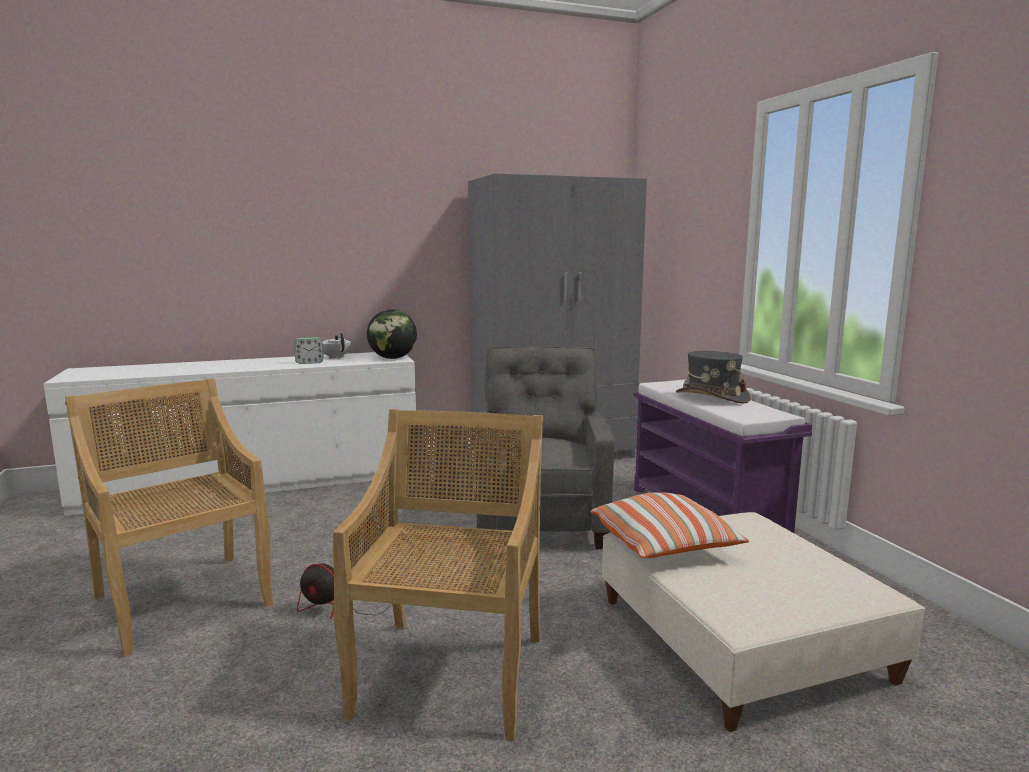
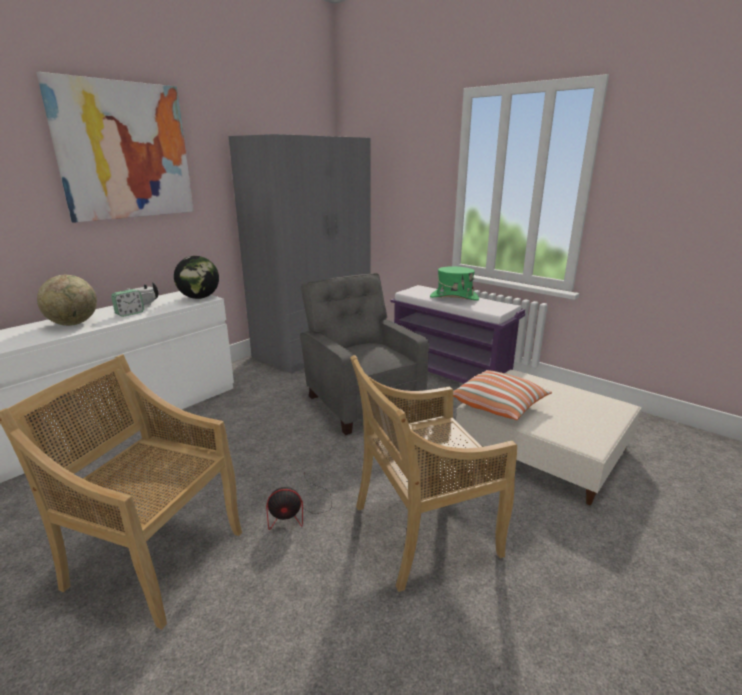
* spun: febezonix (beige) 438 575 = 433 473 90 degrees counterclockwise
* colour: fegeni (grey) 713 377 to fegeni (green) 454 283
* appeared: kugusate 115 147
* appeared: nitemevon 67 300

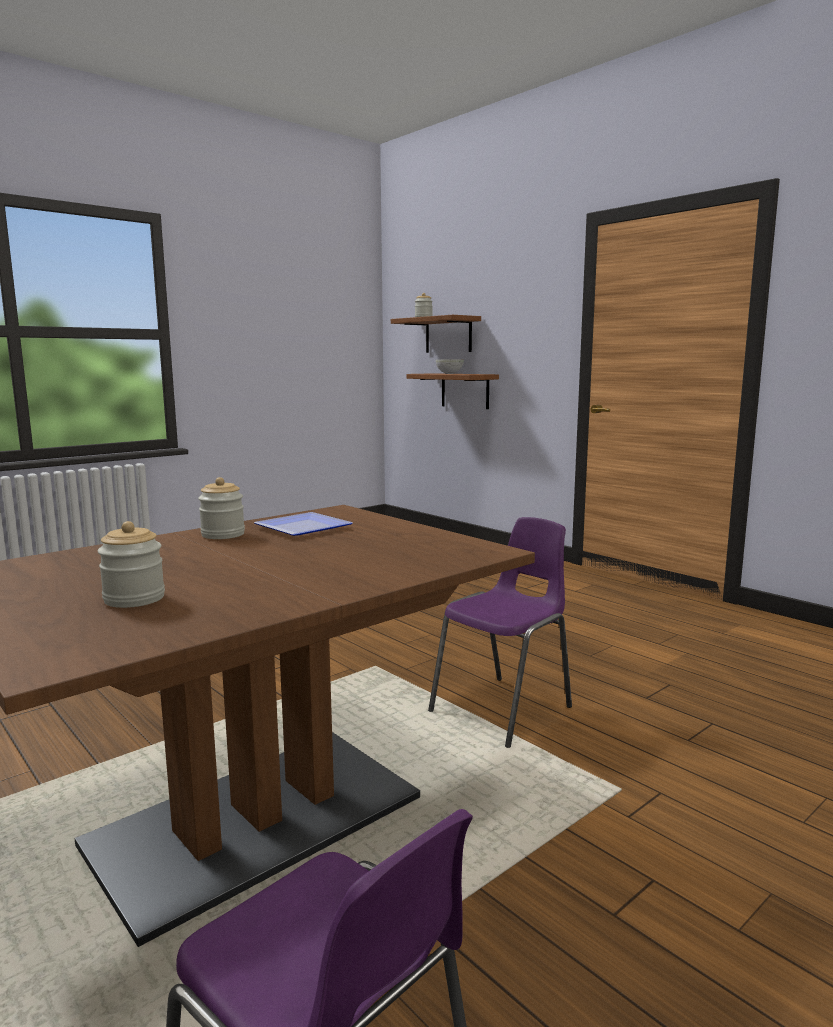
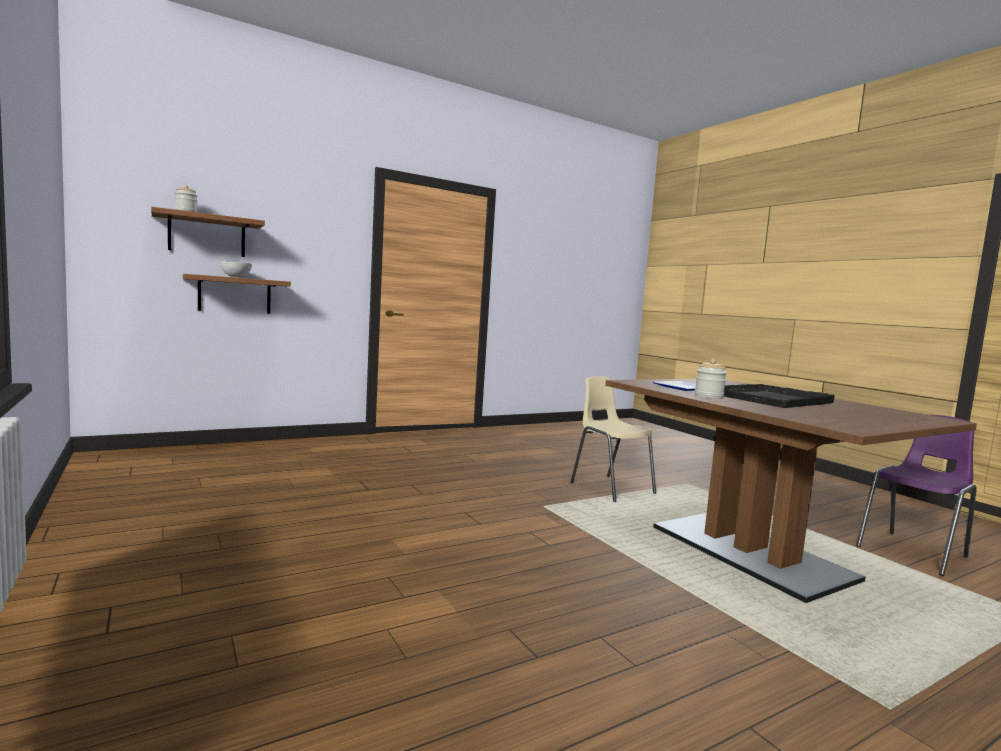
* missing: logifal 131 564
* colour: febezonix (purple) 500 632 to febezonix (beige) 613 439
* appeared: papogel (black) 779 396

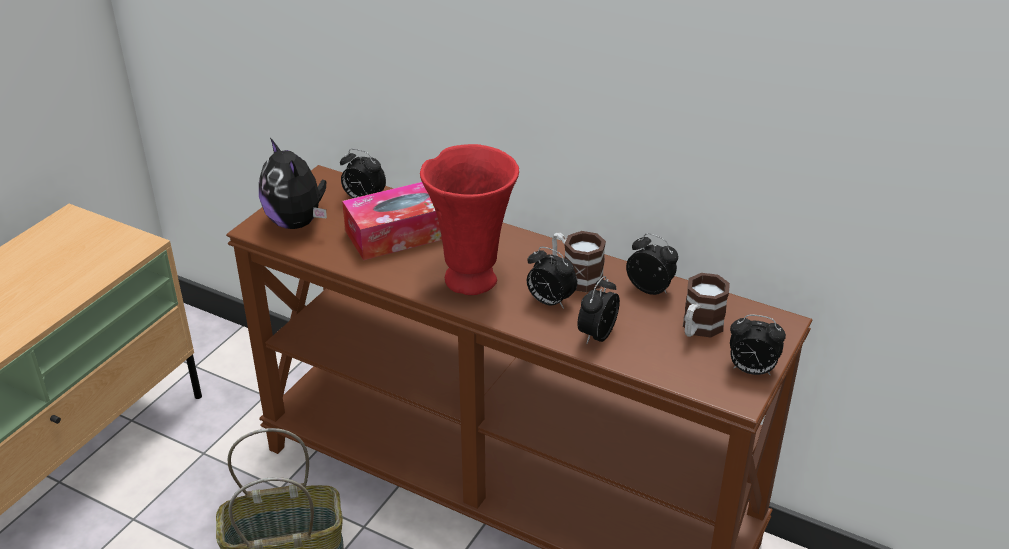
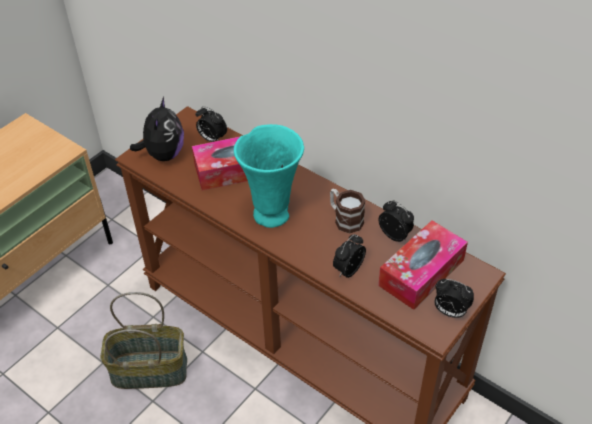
* spun: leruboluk 293 183 = 157 129 150 degrees counterclockwise
* colour: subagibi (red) 469 219 to subagibi (turquoise) 269 176
* missing: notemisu 552 278
* exchanged: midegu 706 305 to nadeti 423 265

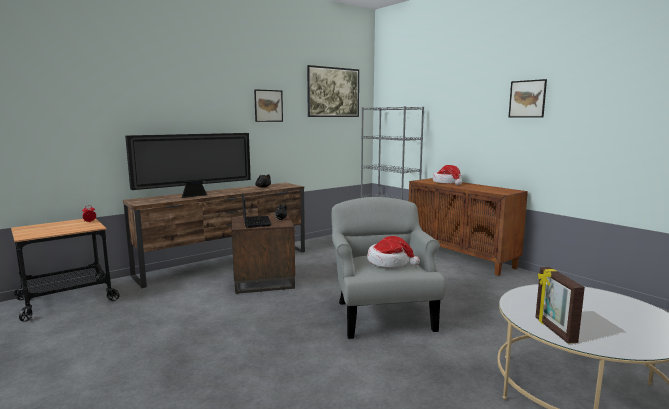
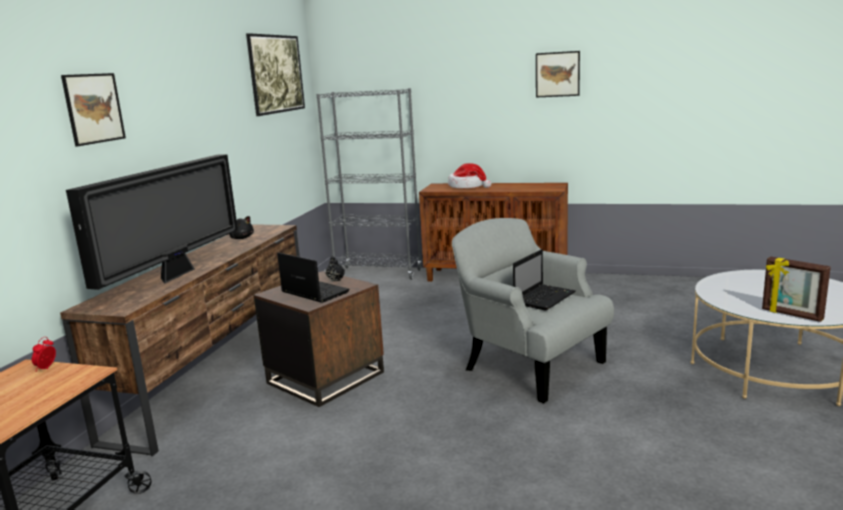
* relocated: kugusate 268 105 to 93 109
* exchanged: fegeni 393 251 to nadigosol 544 279

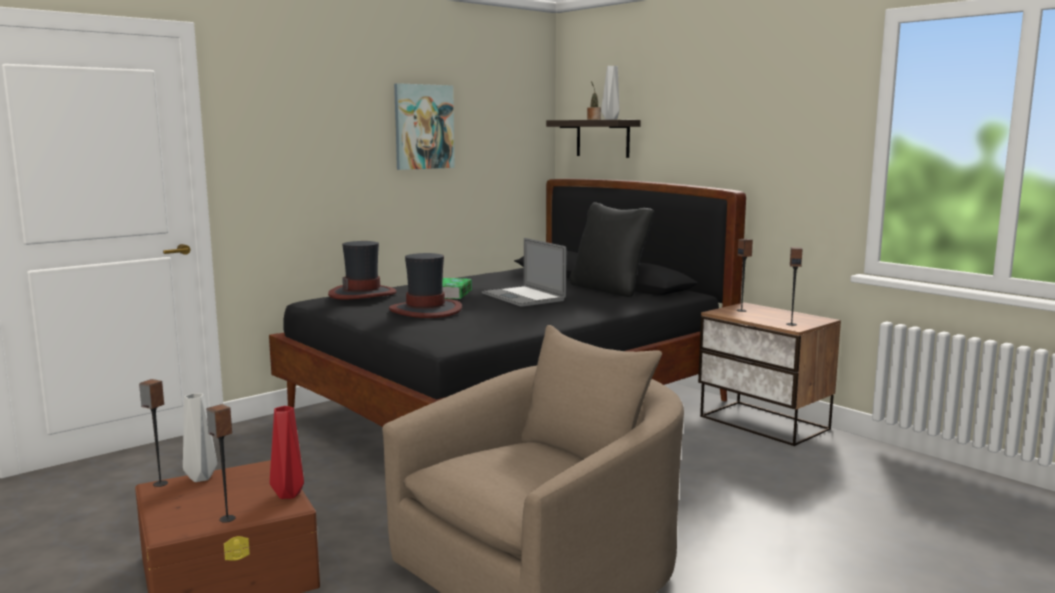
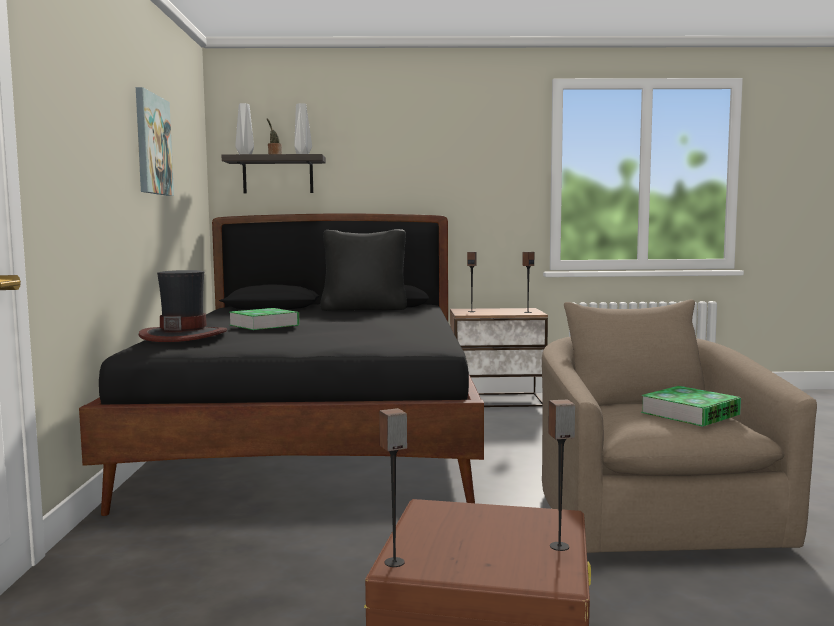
* relocated: subagibi (grey) 200 437 to 244 128
* missing: subagibi (red) 287 452
* missing: fegeni 425 285
* missing: nadigosol 524 272
* appeared: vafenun 691 406

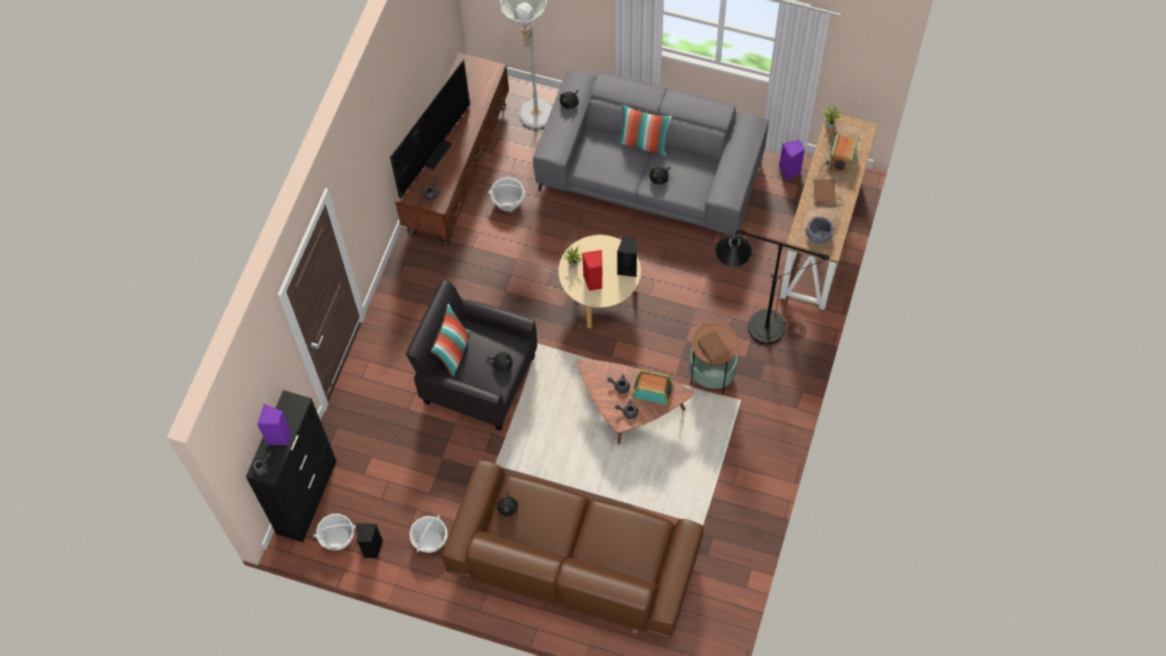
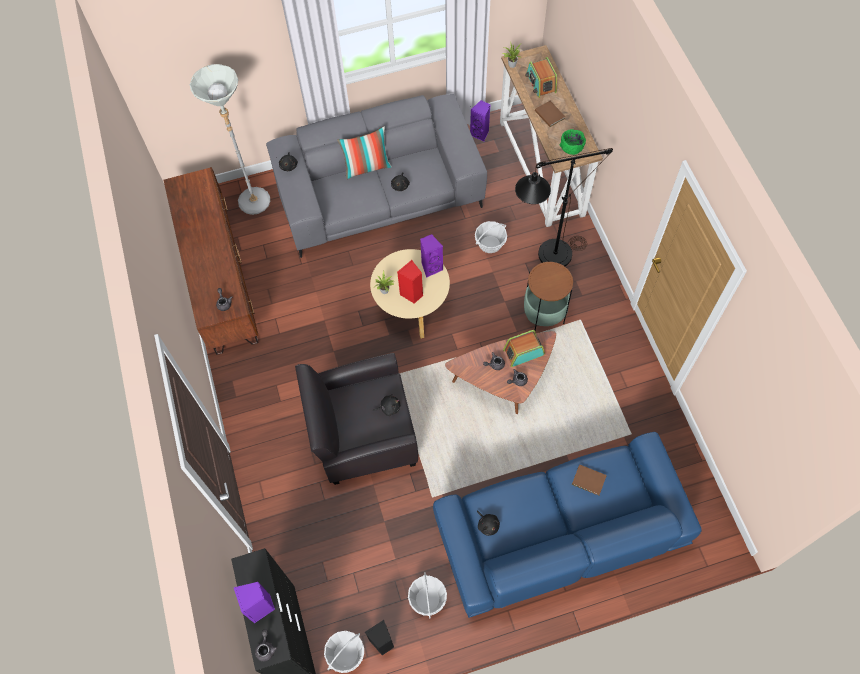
* missing: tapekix 430 129
* missing: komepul 450 340
* colour: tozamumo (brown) 573 549 to tozamumo (blue) 567 525
* relocated: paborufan 507 194 to 491 237
* colour: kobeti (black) 627 256 to kobeti (purple) 431 256
* relocated: vafenun (brown) 713 346 to 589 479
* colour: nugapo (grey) 819 230 to nugapo (green) 573 142

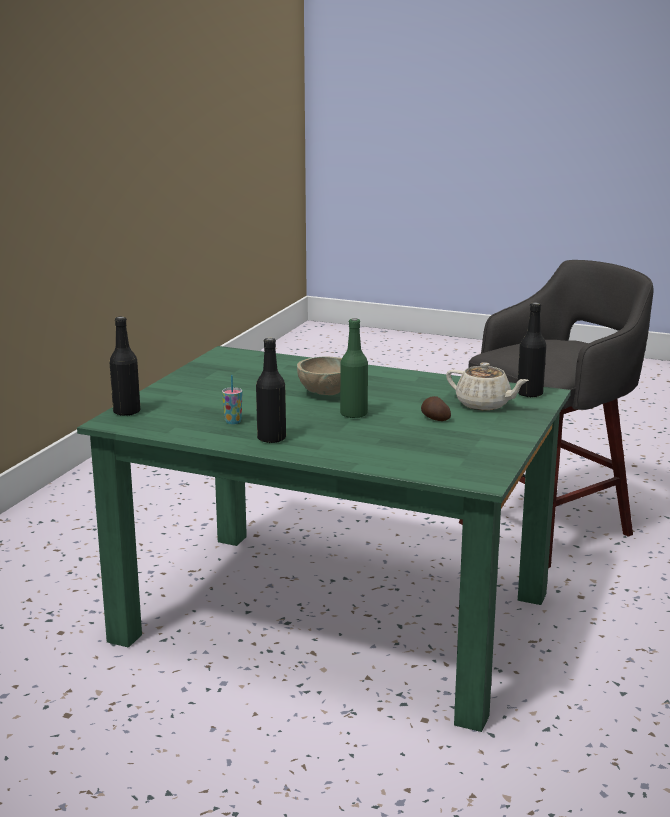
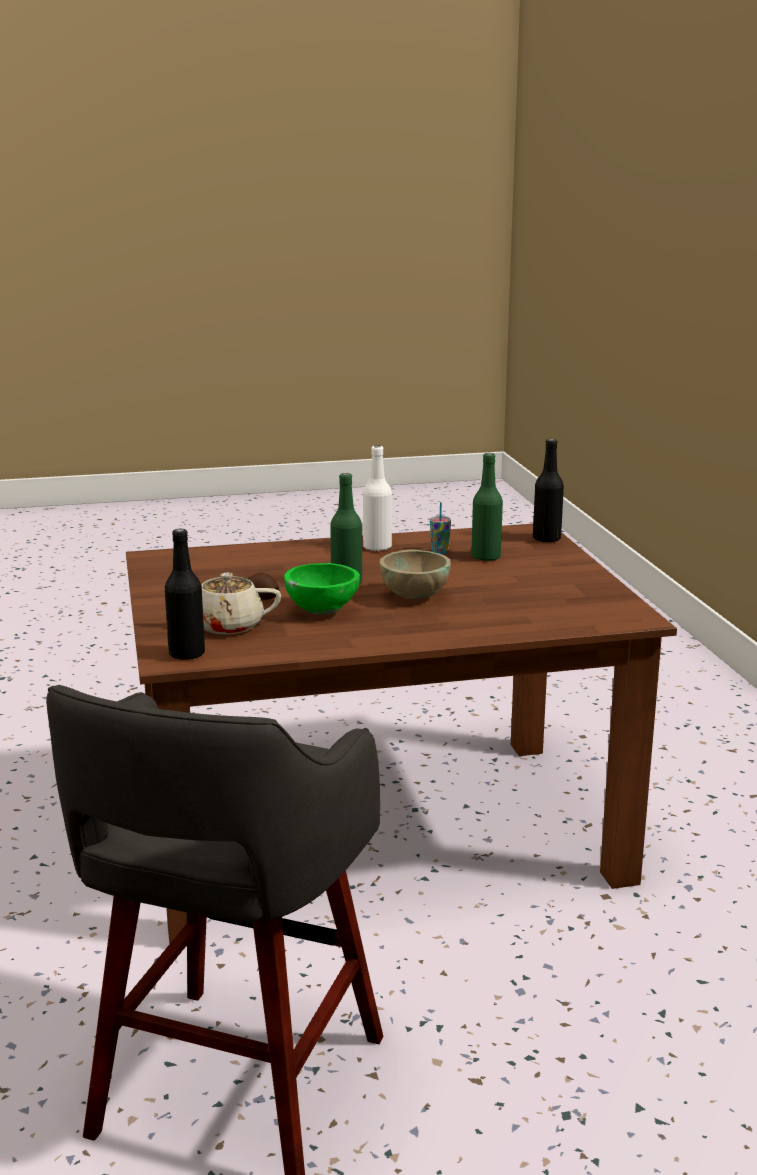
* colour: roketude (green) 324 539 to roketude (brown) 401 734
* colour: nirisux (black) 271 390 to nirisux (white) 377 498
* appeared: nugapo (green) 322 588
* appeared: nirisux (green) 487 507

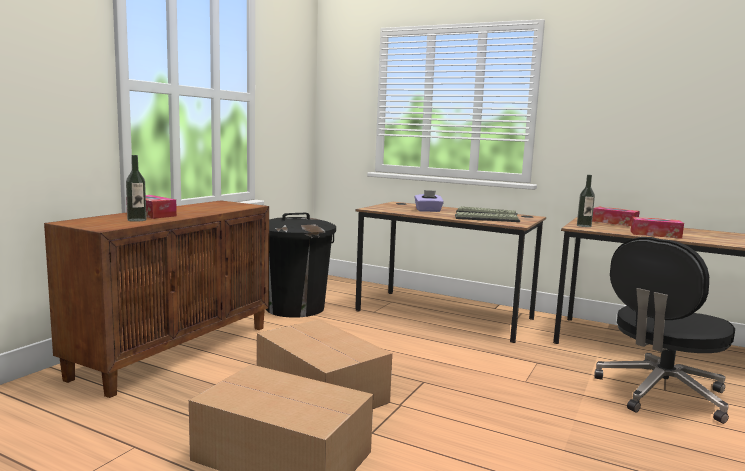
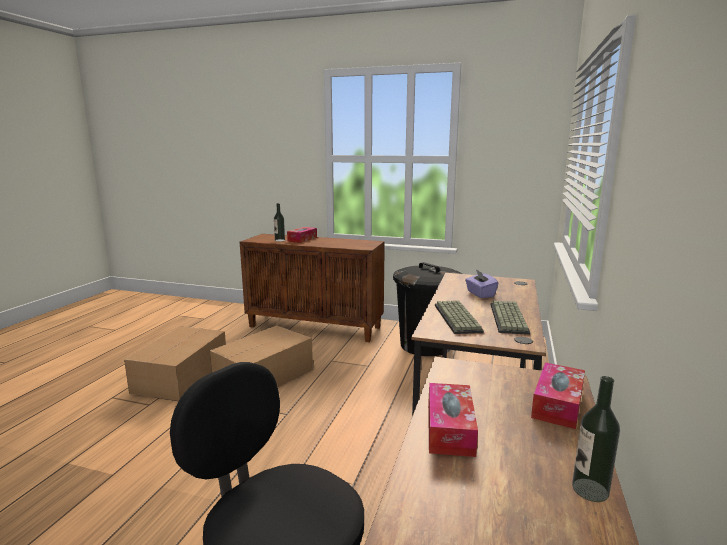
* relocated: nirisux 586 201 to 596 439

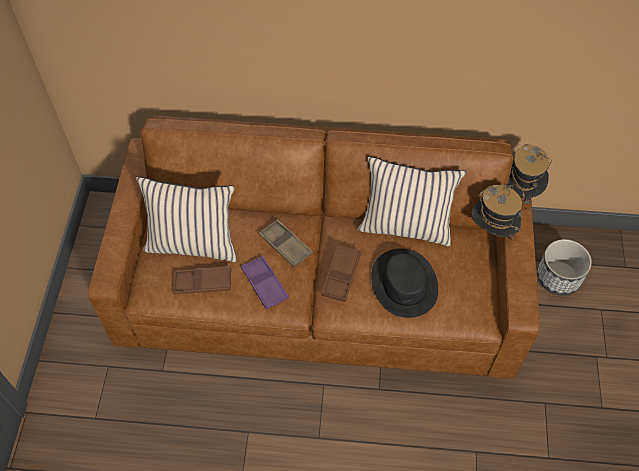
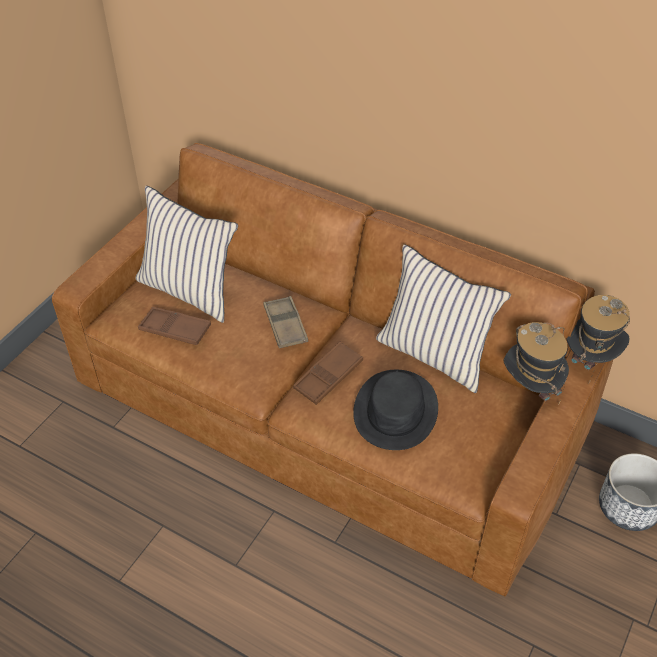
* missing: papogel (purple) 265 282

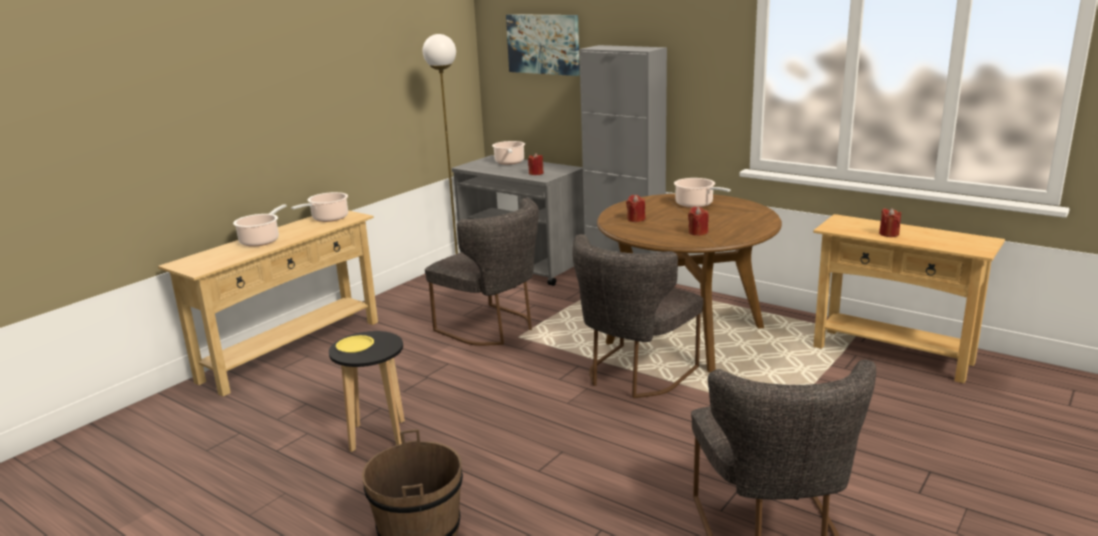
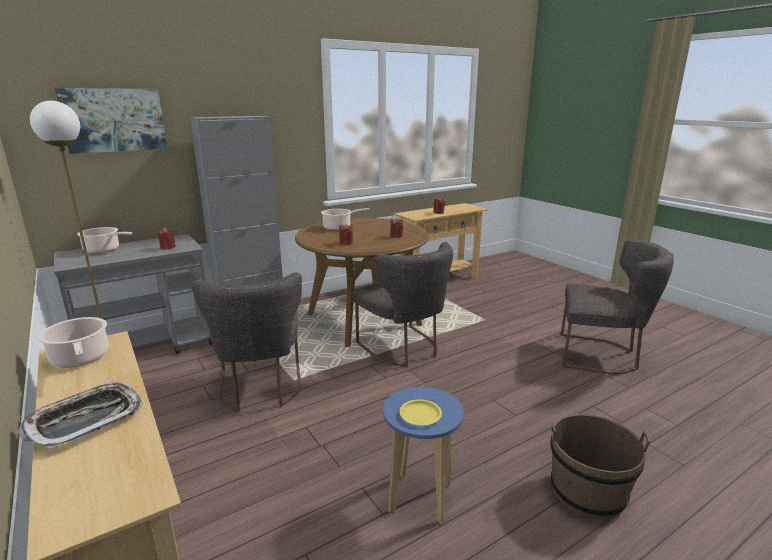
* exchanged: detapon 260 225 to papogel 80 415
* colour: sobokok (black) 367 391 to sobokok (blue) 423 455
* spun: febezonix (grey) 482 272 = 246 342 105 degrees clockwise

